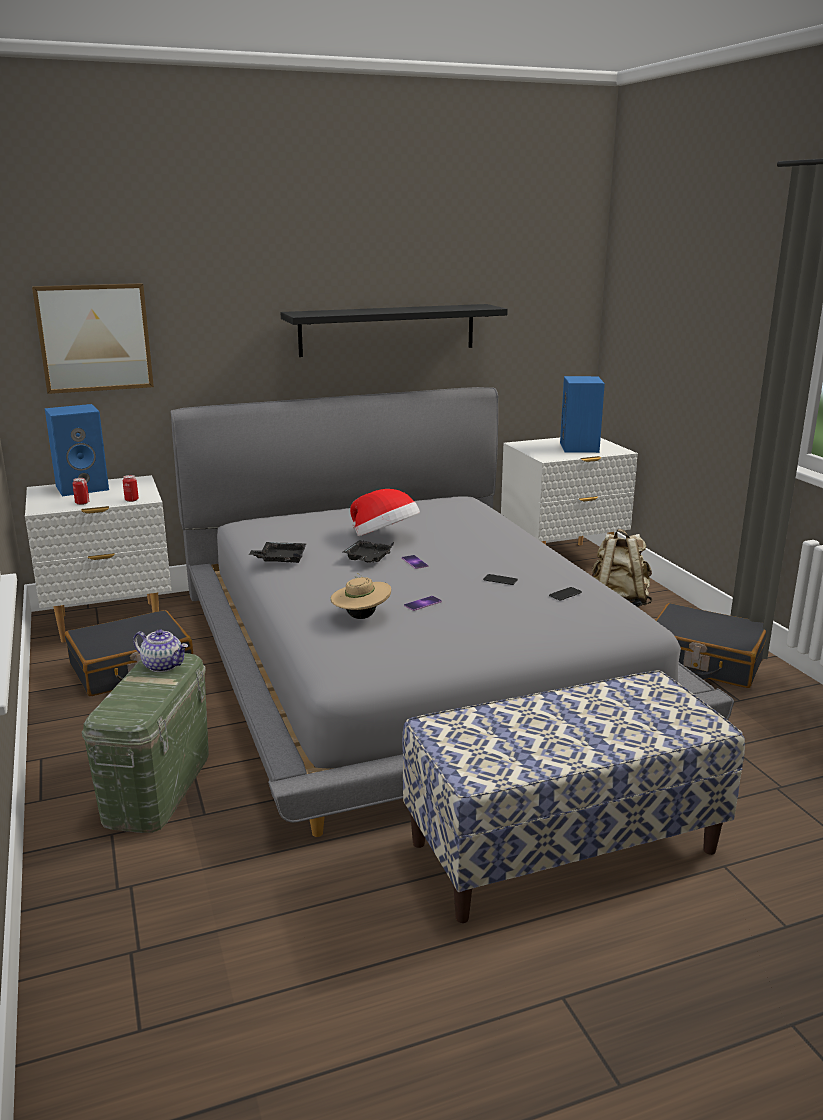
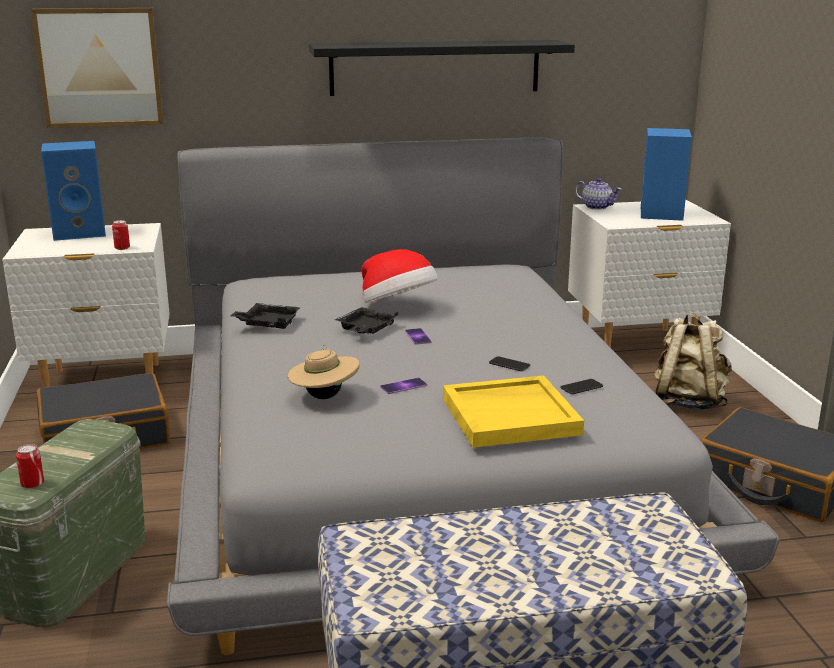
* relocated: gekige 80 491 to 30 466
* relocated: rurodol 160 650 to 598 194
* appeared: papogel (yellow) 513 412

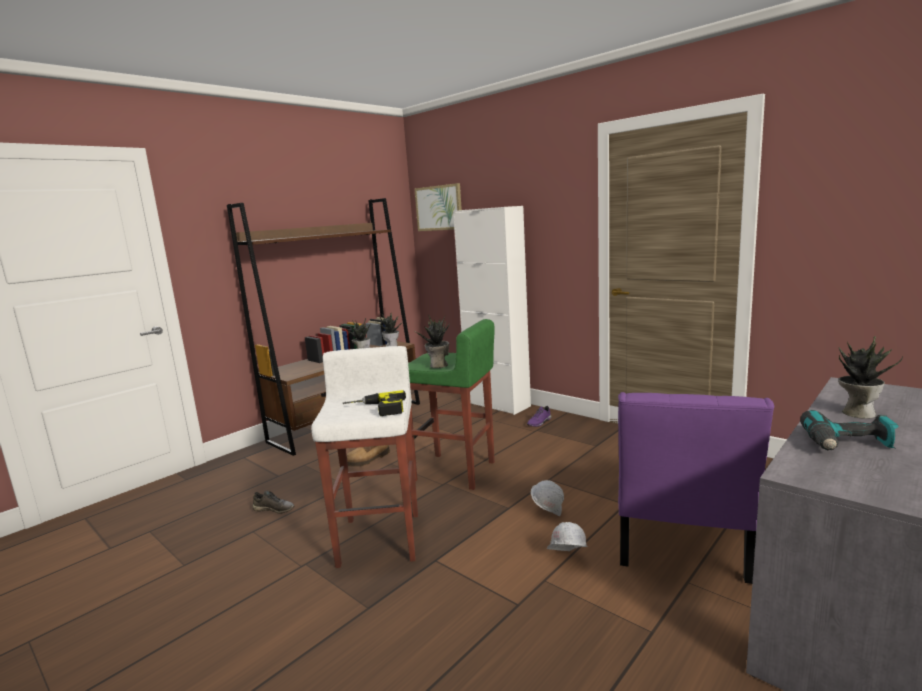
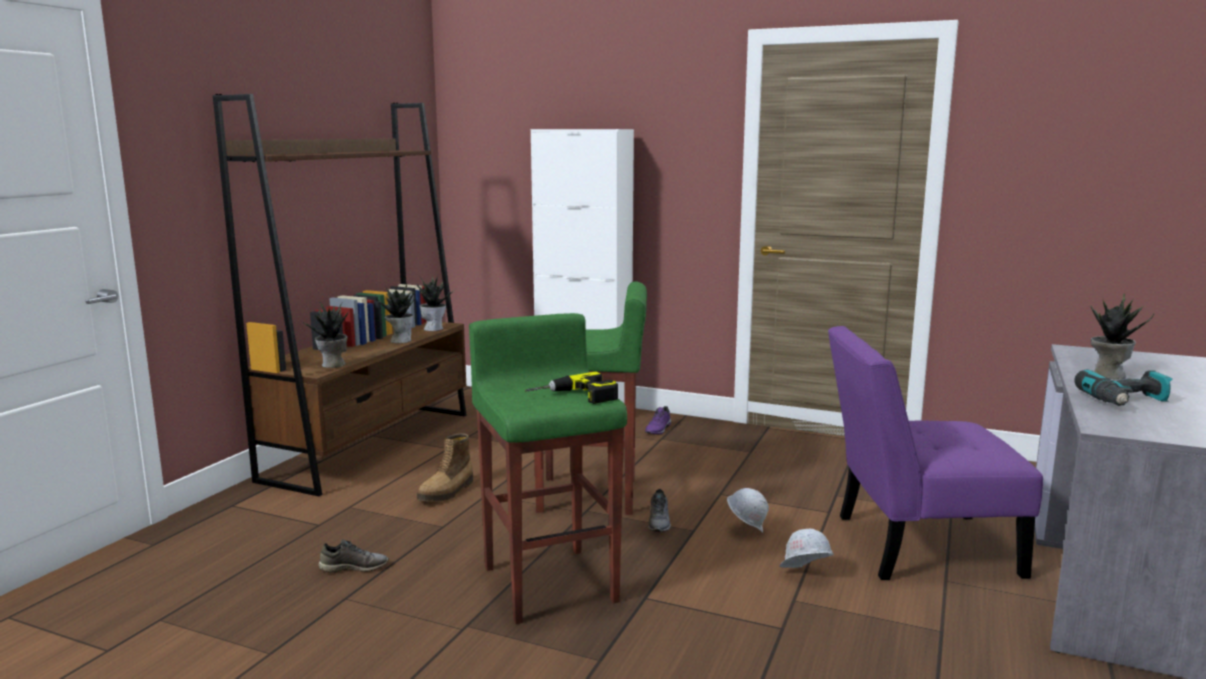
* colour: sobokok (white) 364 457 to sobokok (green) 548 468
* missing: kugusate 438 207
* relocated: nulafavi 433 341 to 325 335
* spun: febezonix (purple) 696 488 = 935 453 90 degrees clockwise
* appeared: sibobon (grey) 659 510

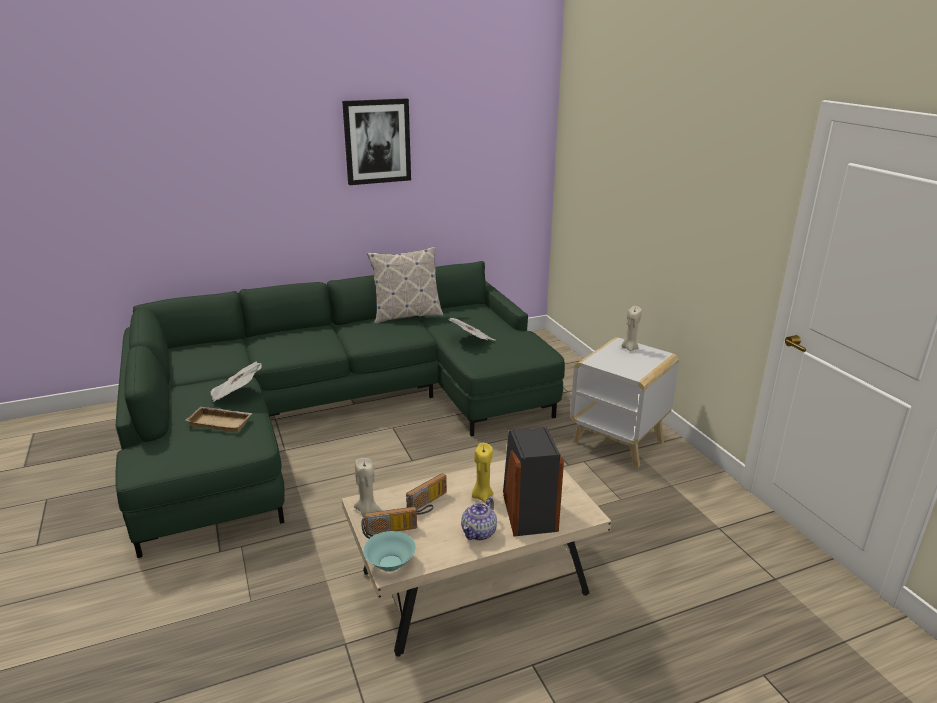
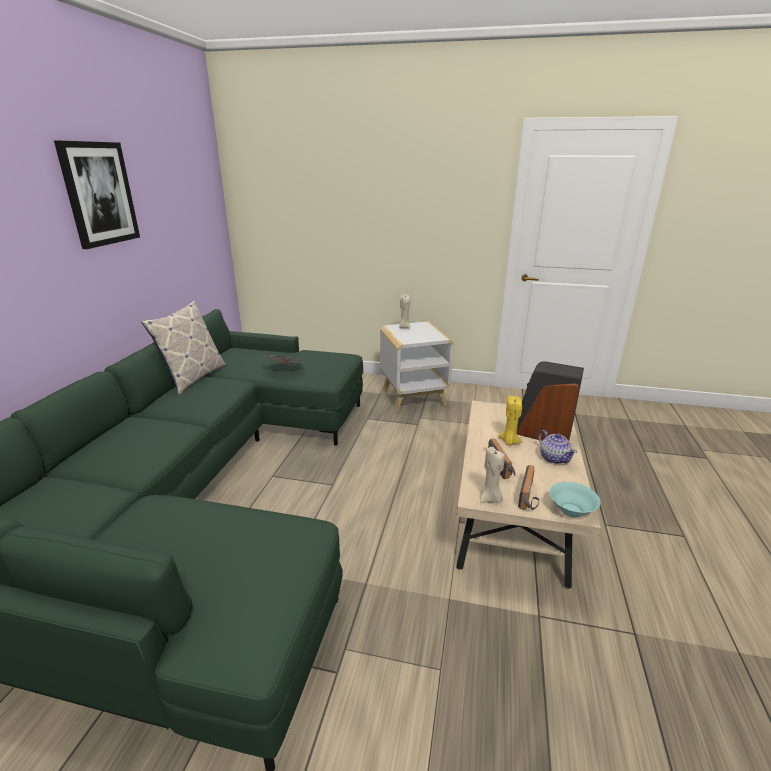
* missing: papogel (beige) 219 419
* missing: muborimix 236 382

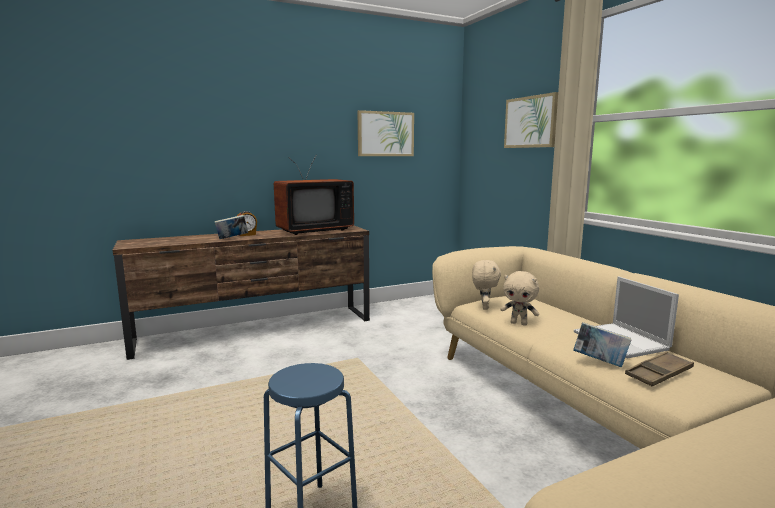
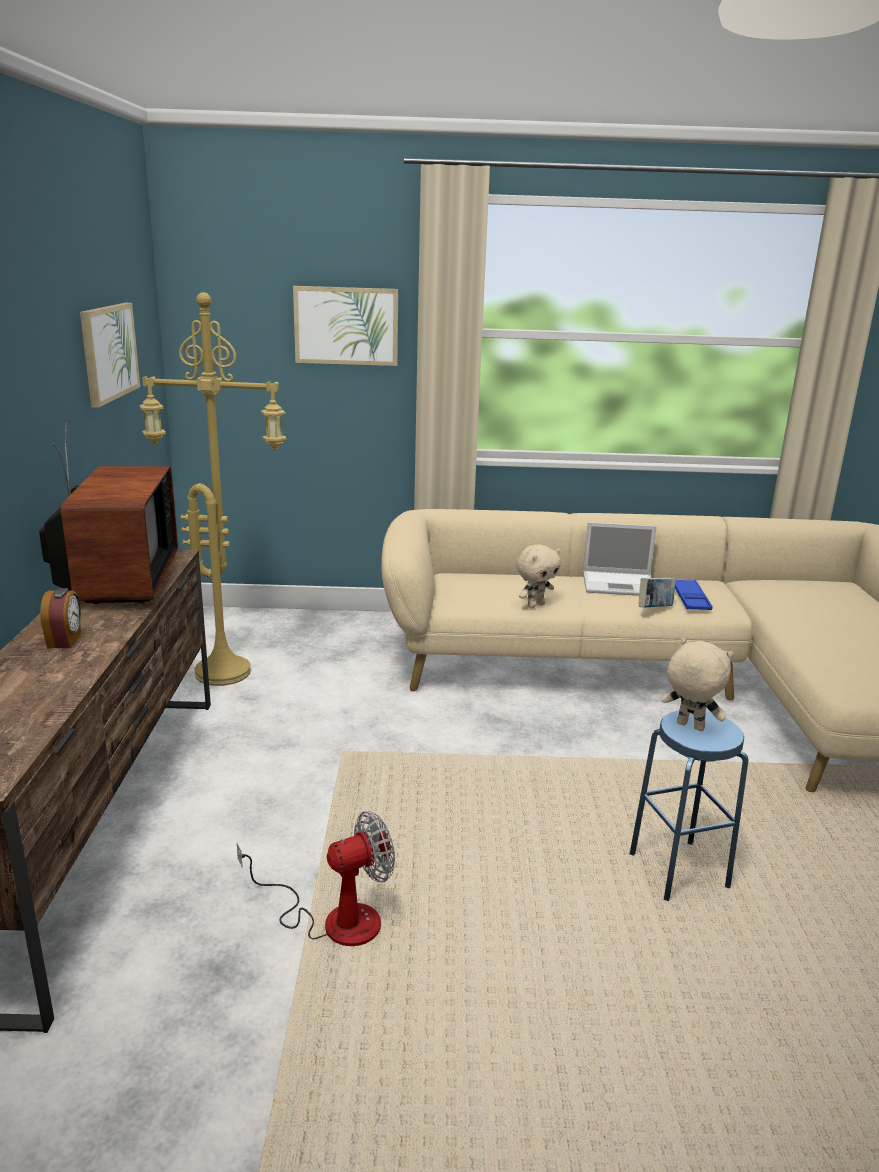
* missing: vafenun 231 227
* relocated: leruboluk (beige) 486 285 to 698 684
* colour: papogel (brown) 659 369 to papogel (blue) 693 595
* appeared: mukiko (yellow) 213 489
* appeared: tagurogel 316 878

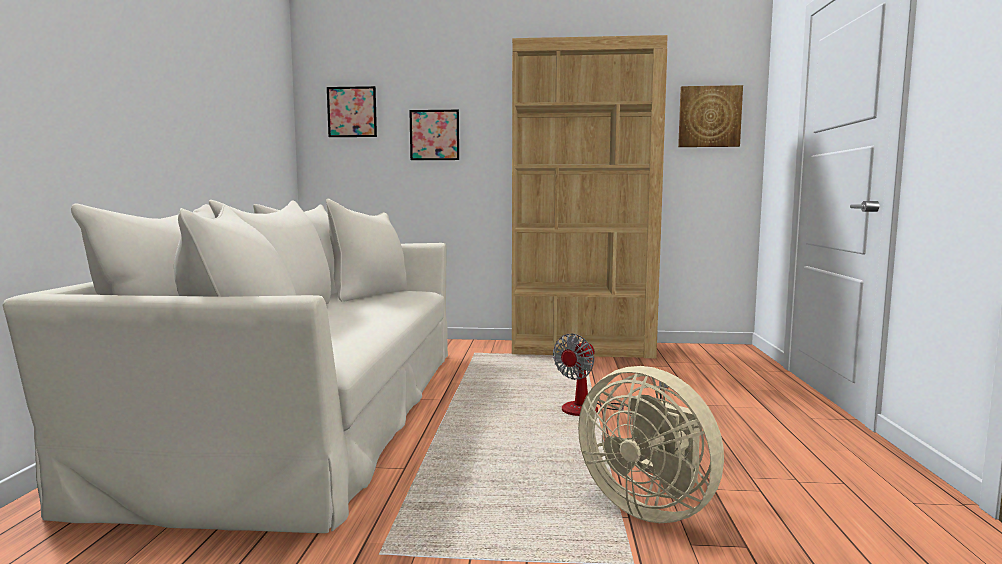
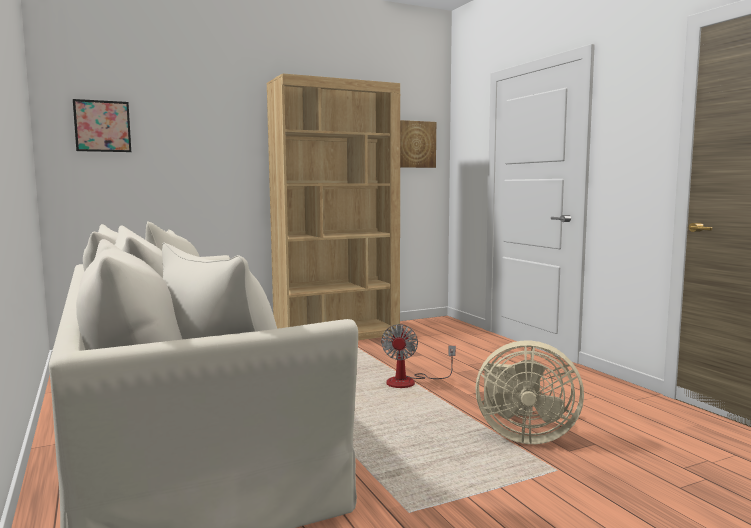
* missing: kugusate 434 135

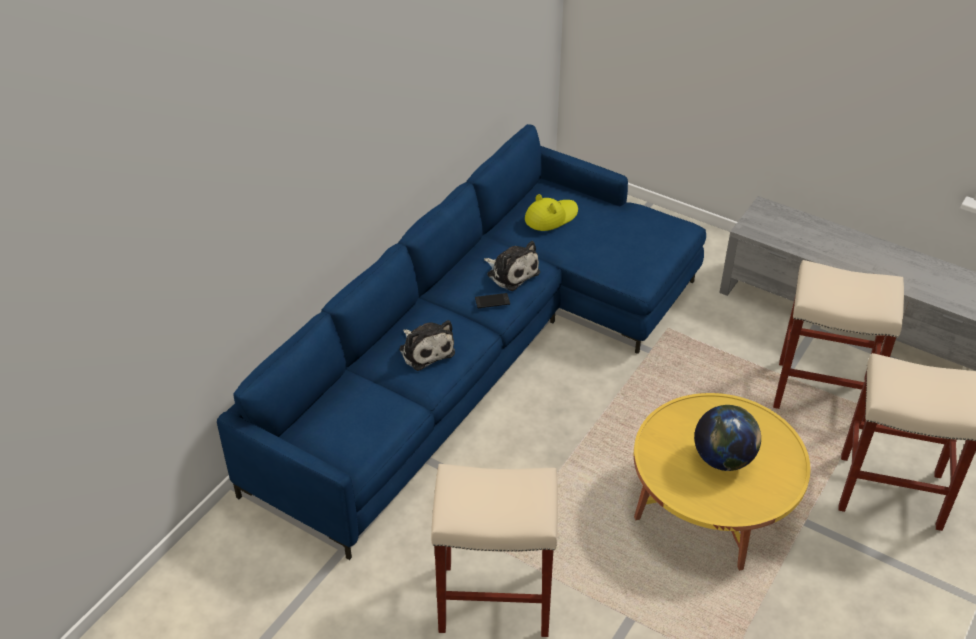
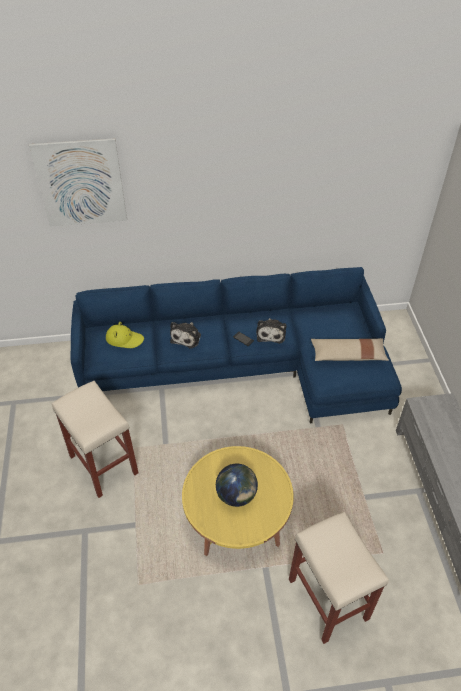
* relocated: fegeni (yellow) 551 212 to 125 335
* missing: sobokok (beige) 838 341
* appeared: kugusate 78 182
* appeared: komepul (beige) 350 349

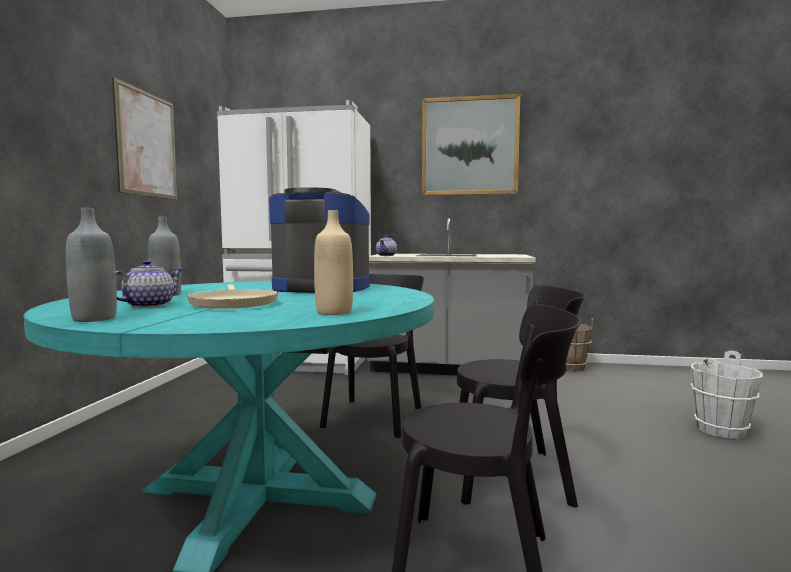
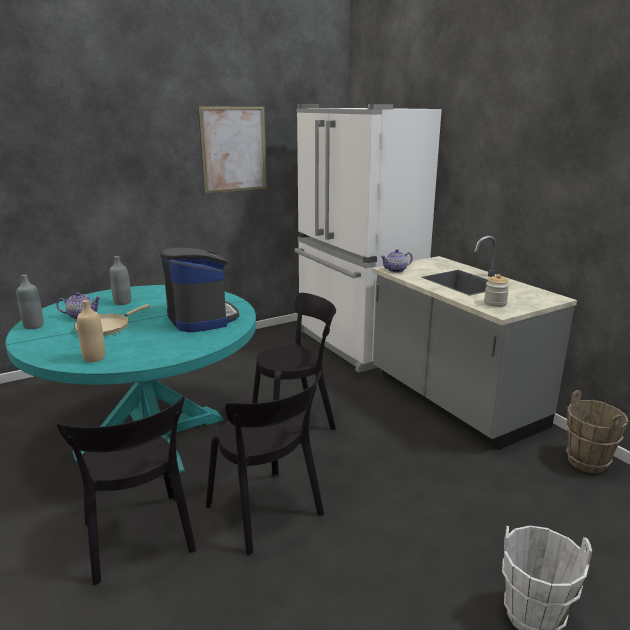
* missing: kugusate 471 144
* appeared: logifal 497 290

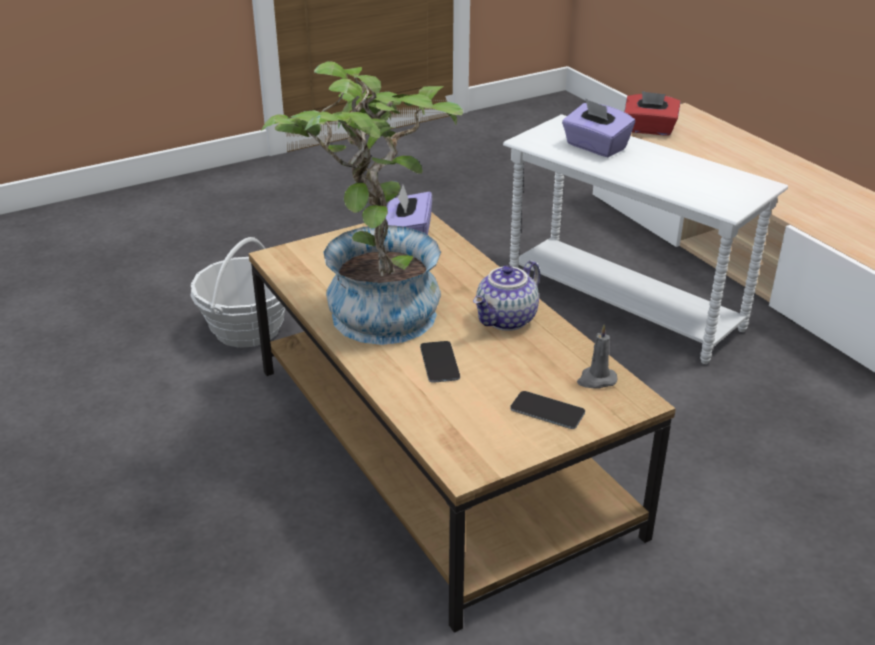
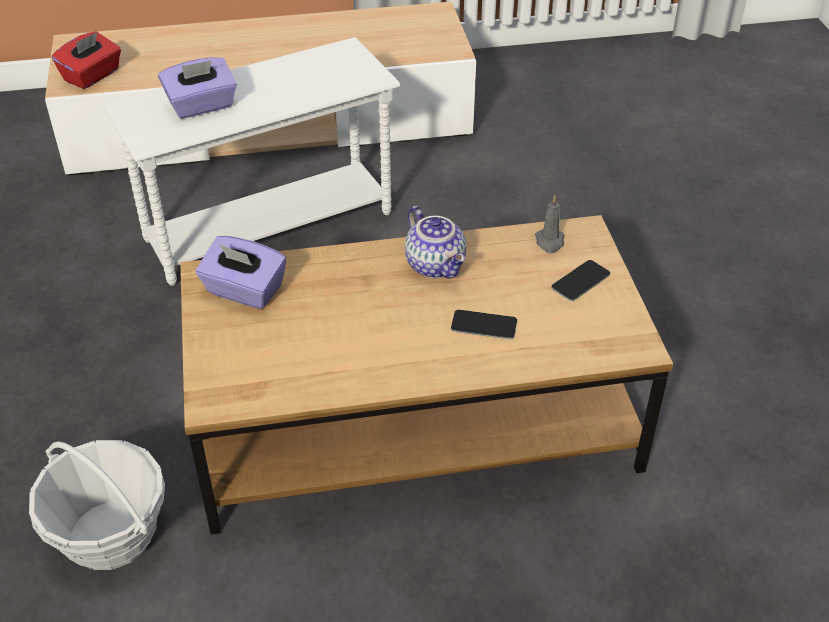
* missing: nulafavi 362 203

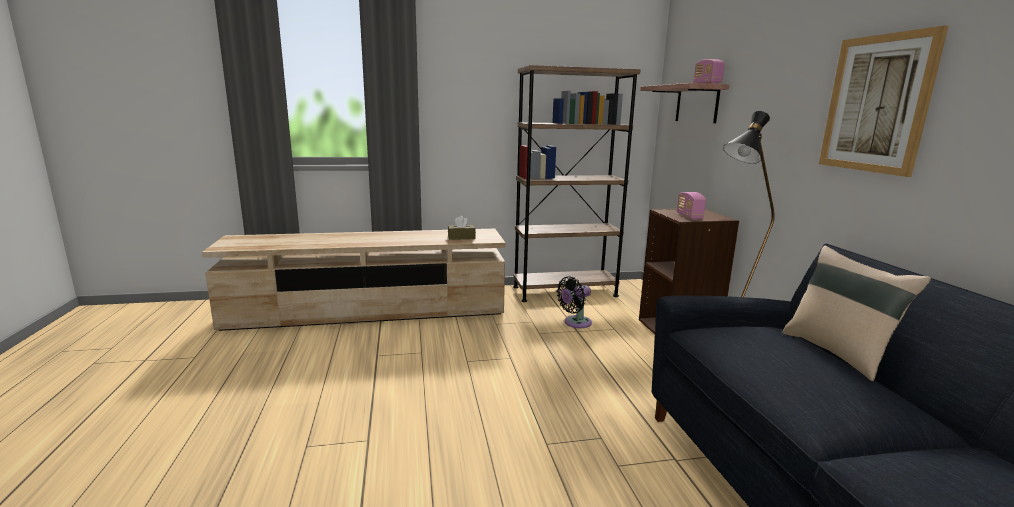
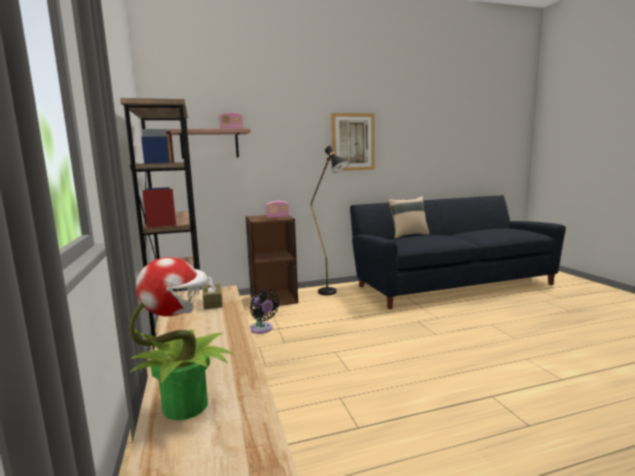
* appeared: nulafavi 181 338

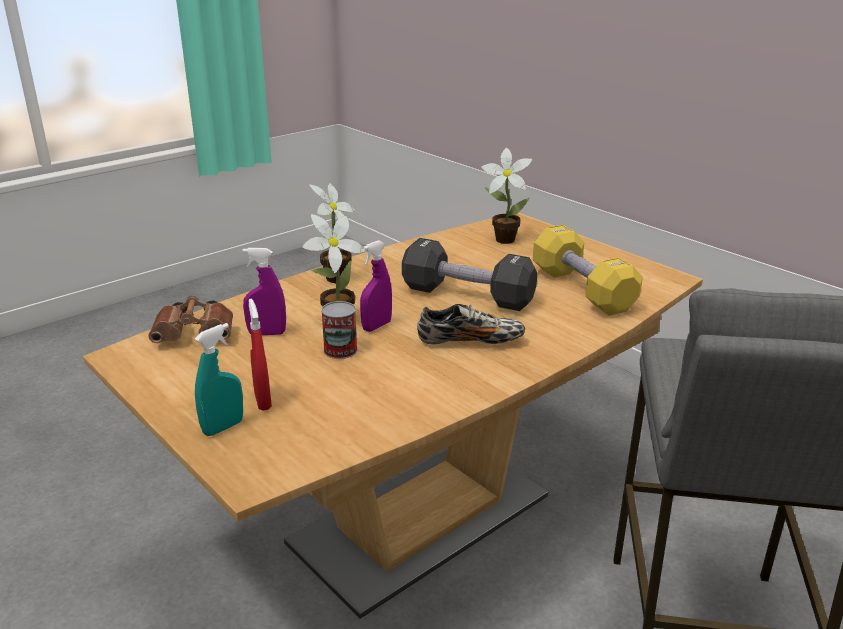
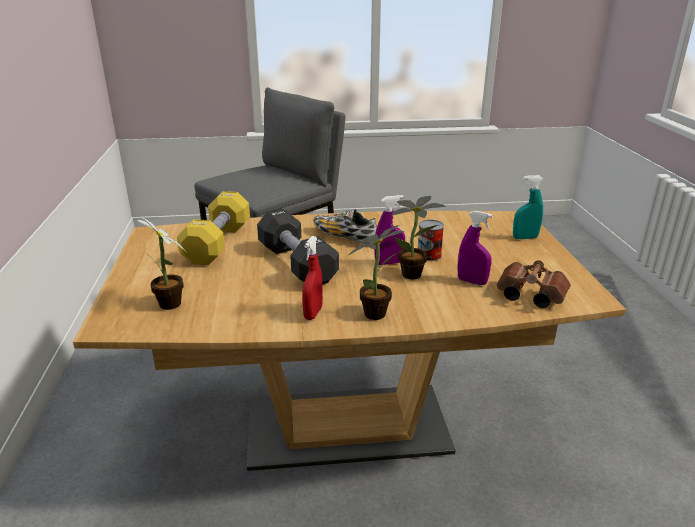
* relocated: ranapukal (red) 260 355 to 312 278

